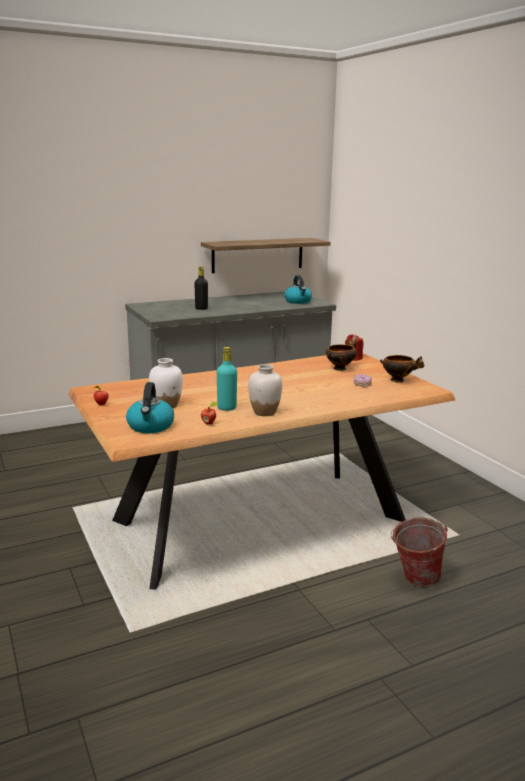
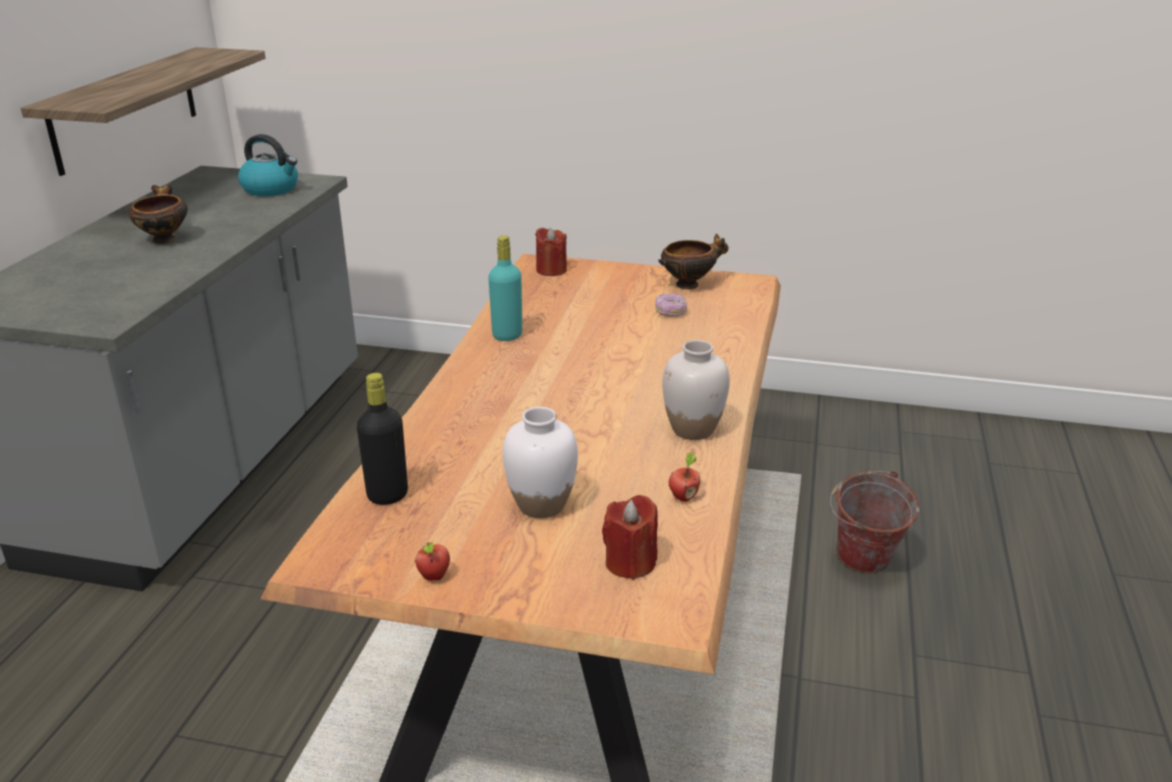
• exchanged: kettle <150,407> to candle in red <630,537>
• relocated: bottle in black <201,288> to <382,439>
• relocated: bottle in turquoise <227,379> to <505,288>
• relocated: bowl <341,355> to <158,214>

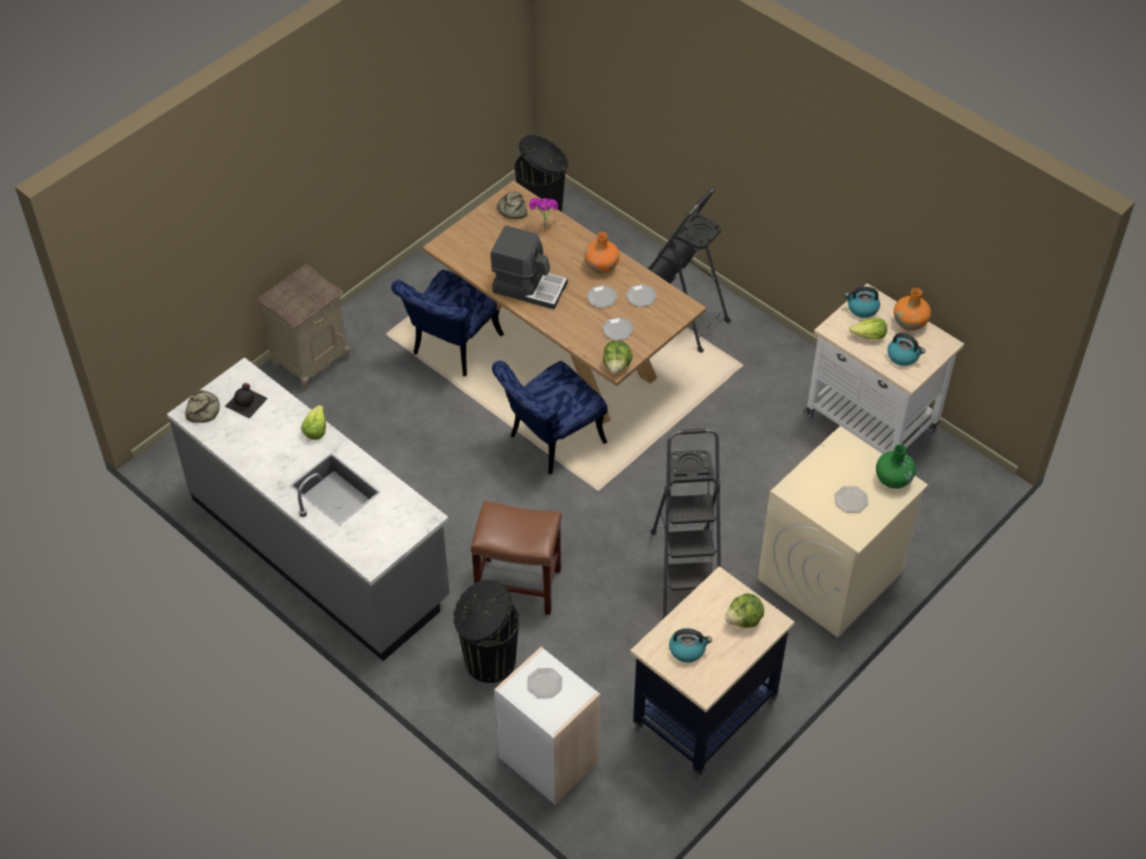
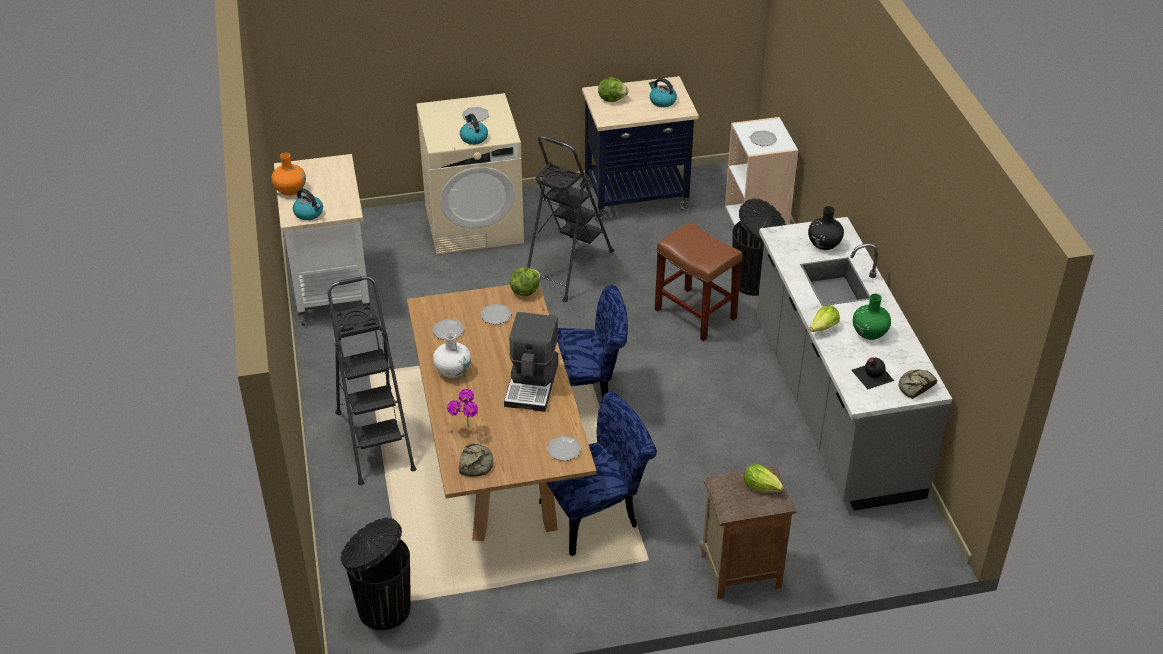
• spun: coffee machine <529,267> = <531,362> 135 degrees counterclockwise
• colour: vase in orange <602,252> to vase in white <452,355>
• relocated: plate <602,296> to <564,448>
• relocated: lettuce <868,328> to <763,478>
• relocated: vase in green <896,467> to <872,317>
• relocated: kettle <906,349> to <474,129>
• appeared: vase in black <826,228>

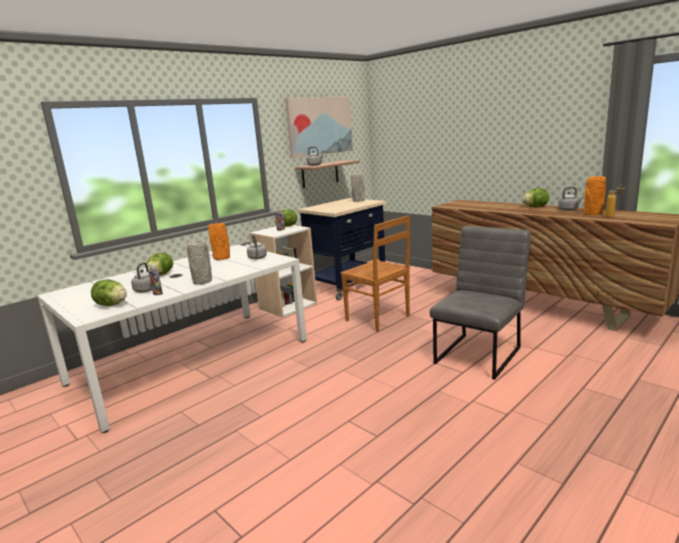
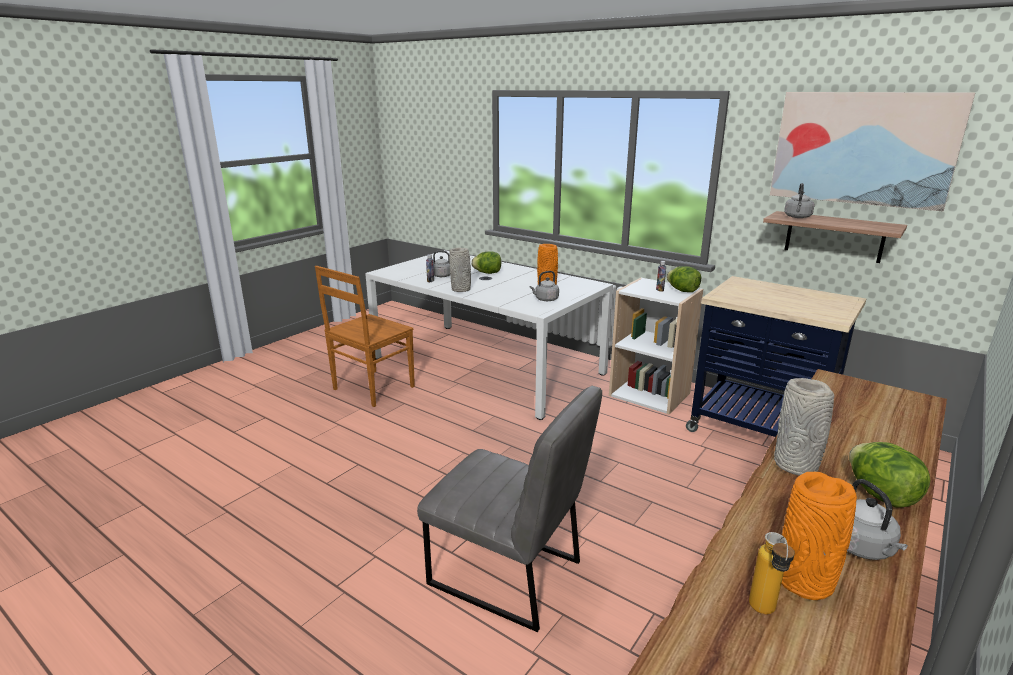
• missing: lettuce <109,292>
• relocated: chair in brown <375,273> to <365,336>
• relocated: vase in grey <358,187> to <804,427>

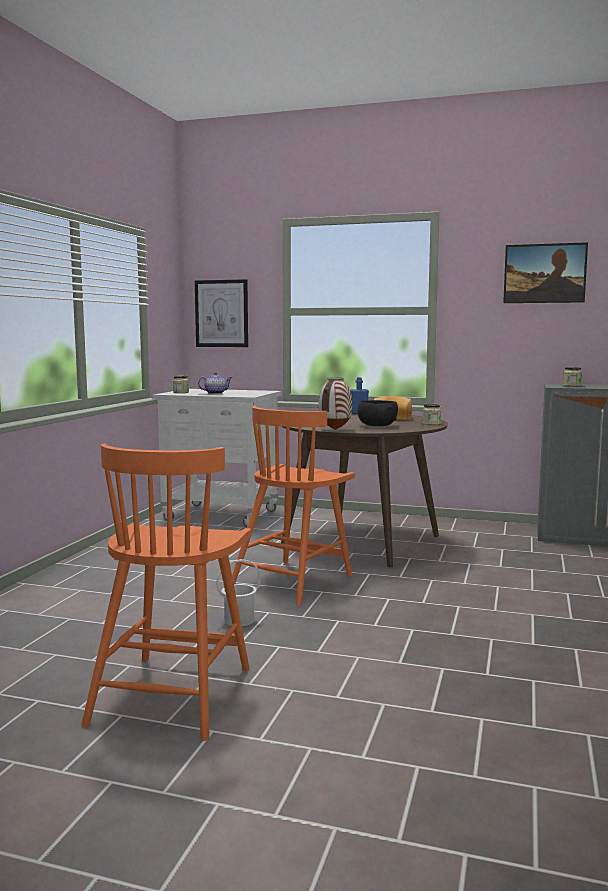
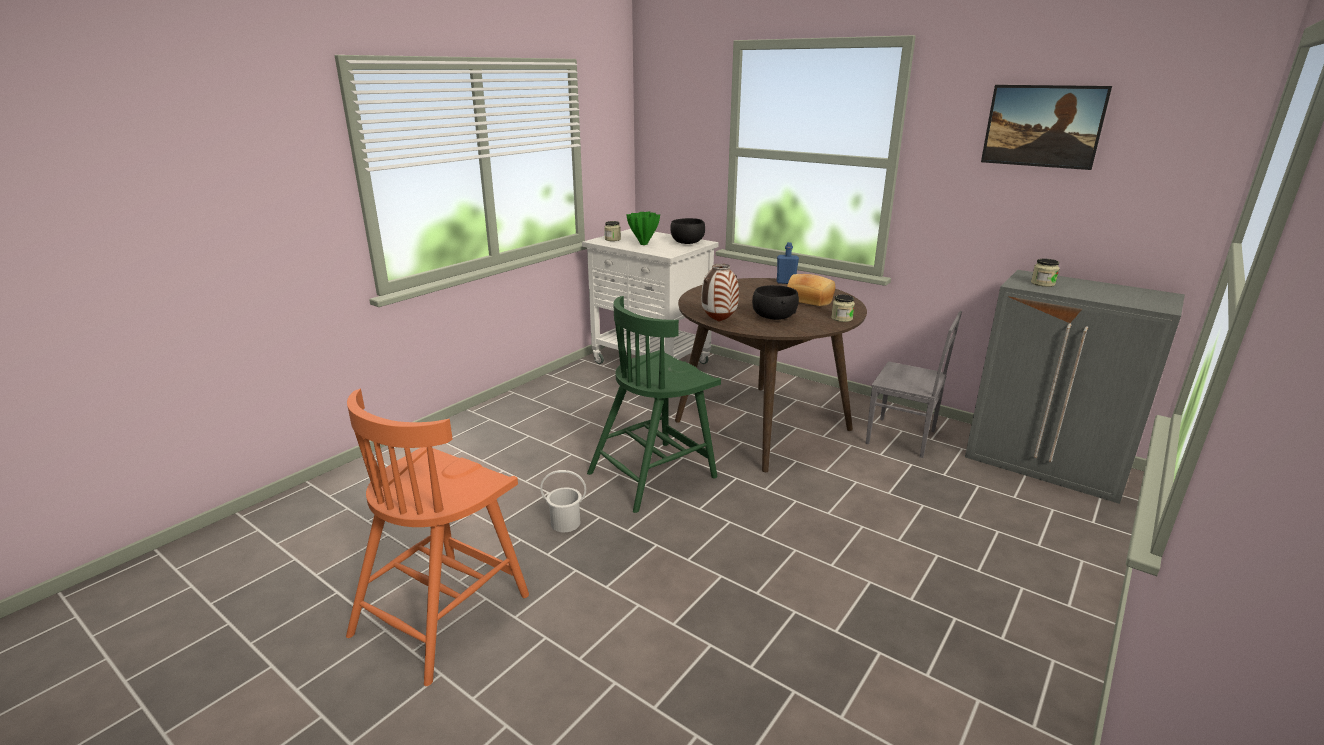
• missing: picture <221,313>
• exchanged: teapot <215,383> to vase in green <643,228>
• colour: chair in orange <293,505> to chair in green <654,404>
• appeared: bowl in black <687,231>
• appeared: chair in grey <914,384>

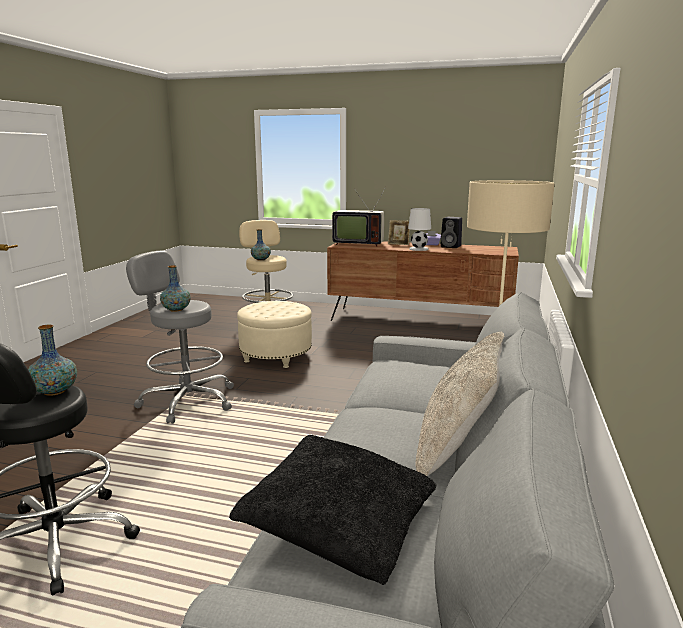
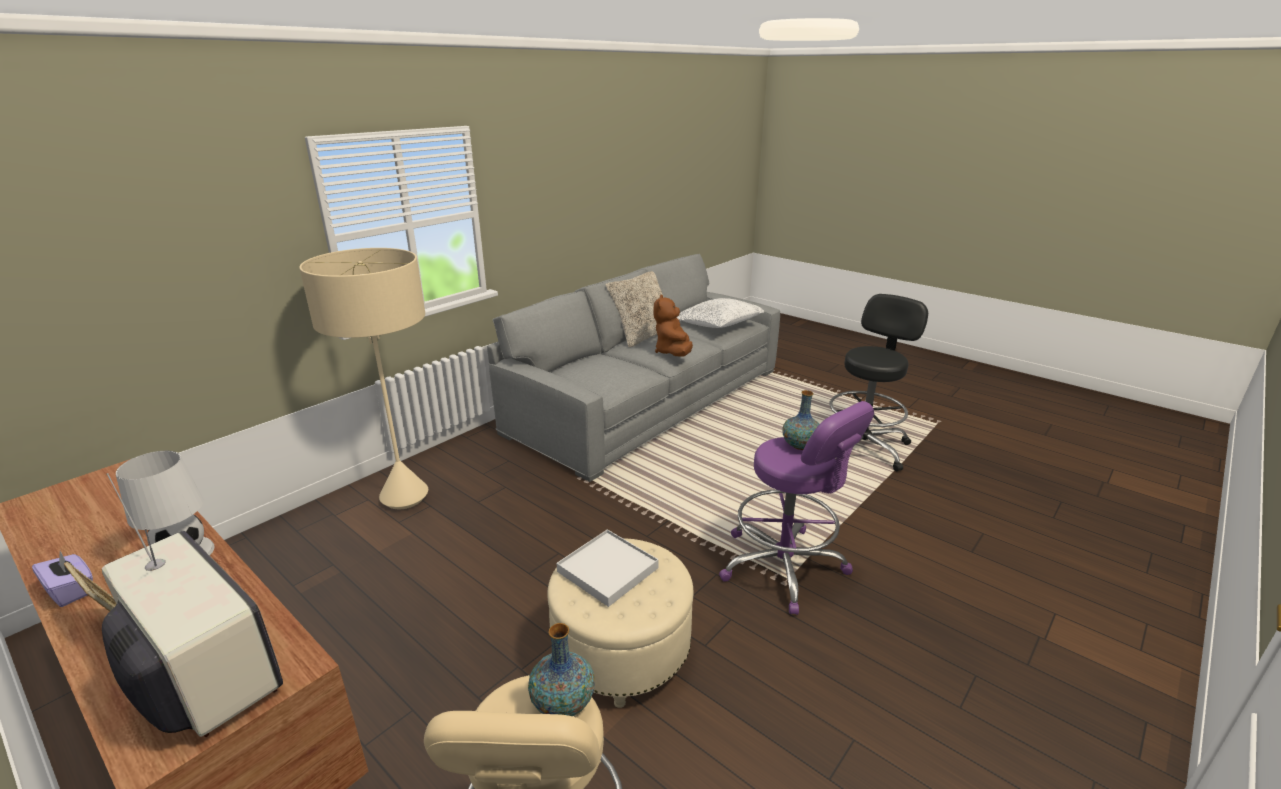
• missing: vase <52,360>
• colour: stool in grey <180,337> to stool in purple <796,508>
• colour: pillow in black <333,510> to pillow in white <720,313>
• missing: speaker in black <451,232>
• appeared: tray in white <607,568>
• appeared: plush toy in brown <673,326>

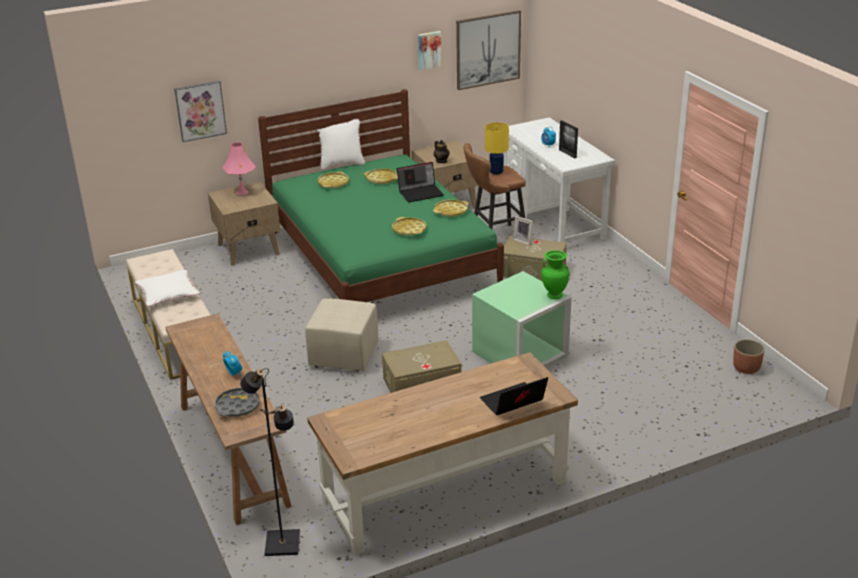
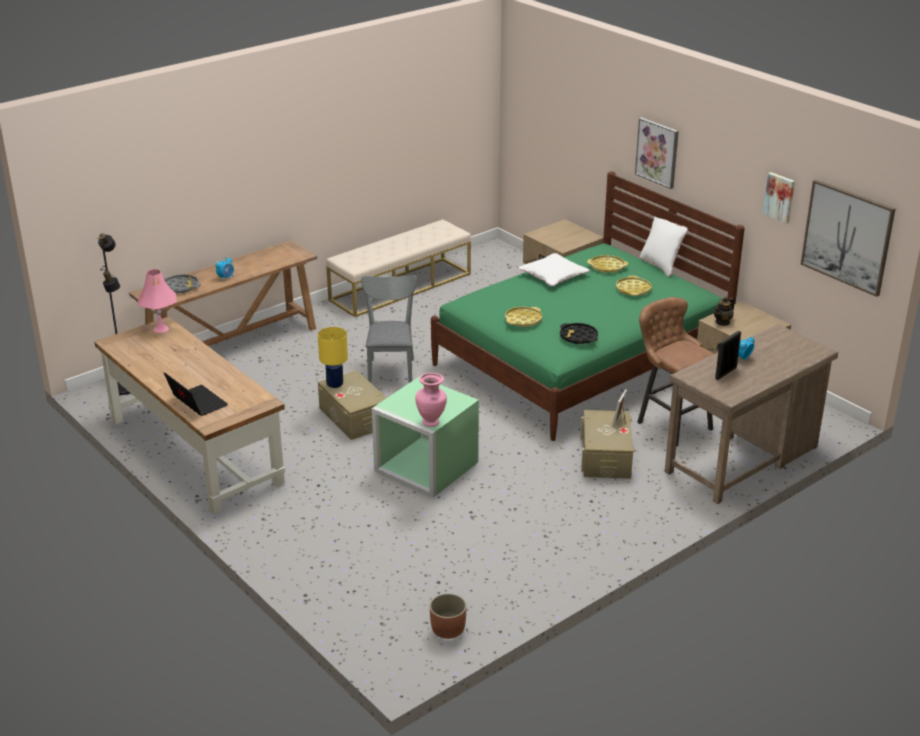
• relocated: pillow in white <167,288> to <554,269>
• relocated: picture <200,111> to <657,153>
• relocated: table lamp in pink <239,168> to <157,301>
• exchanged: ottoman in beige <342,335> to chair in grey <389,329>
• missing: laptop <420,182>
• colour: tray in yellow <451,208> to tray in black <579,333>
• relocated: table lamp in yellow <497,148> to <333,357>
• colour: desk in white <559,179> to desk in brown <751,414>
• colour: vase in green <555,274> to vase in pink <431,400>

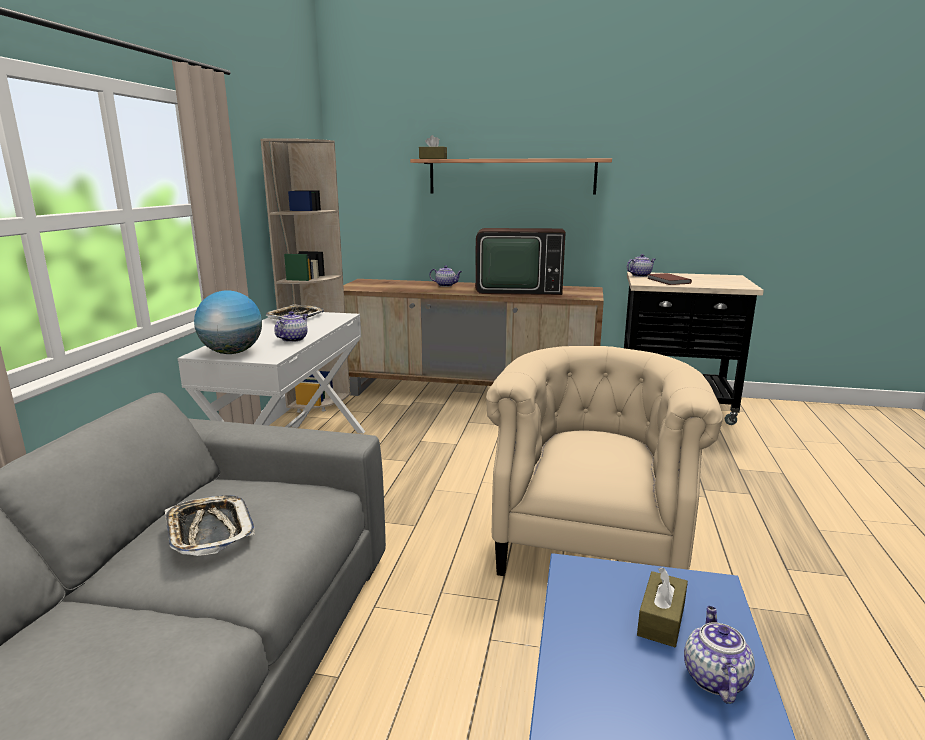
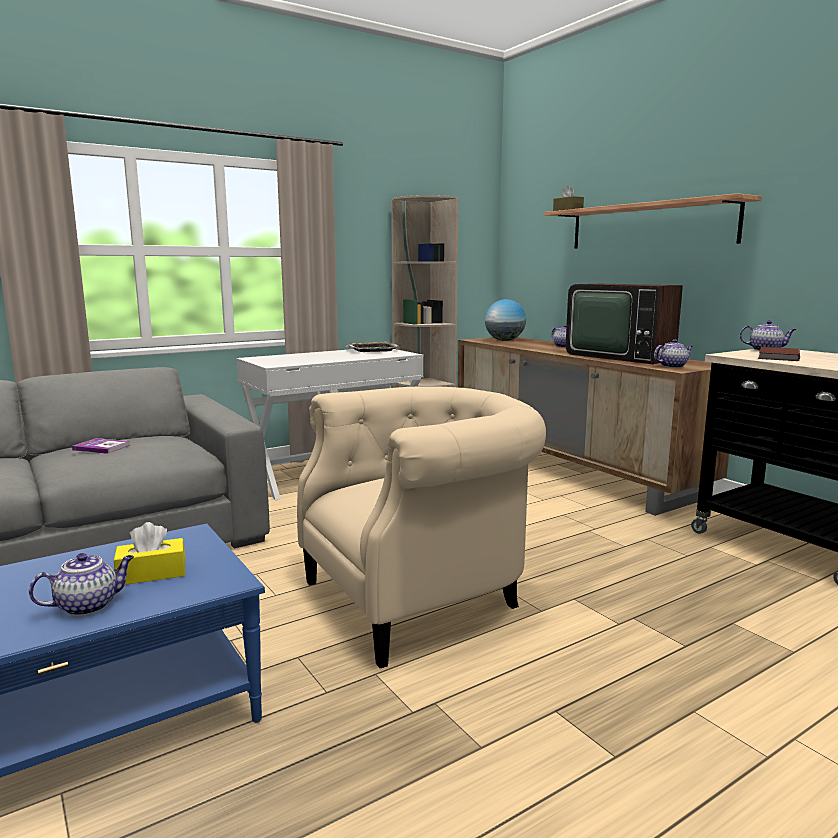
• exchanged: tray <210,525> to book <101,446>
• relocated: globe <228,322> to <505,320>
• relocated: teapot <291,326> to <673,353>
• colour: tissue box in brown <662,607> to tissue box in yellow <149,553>

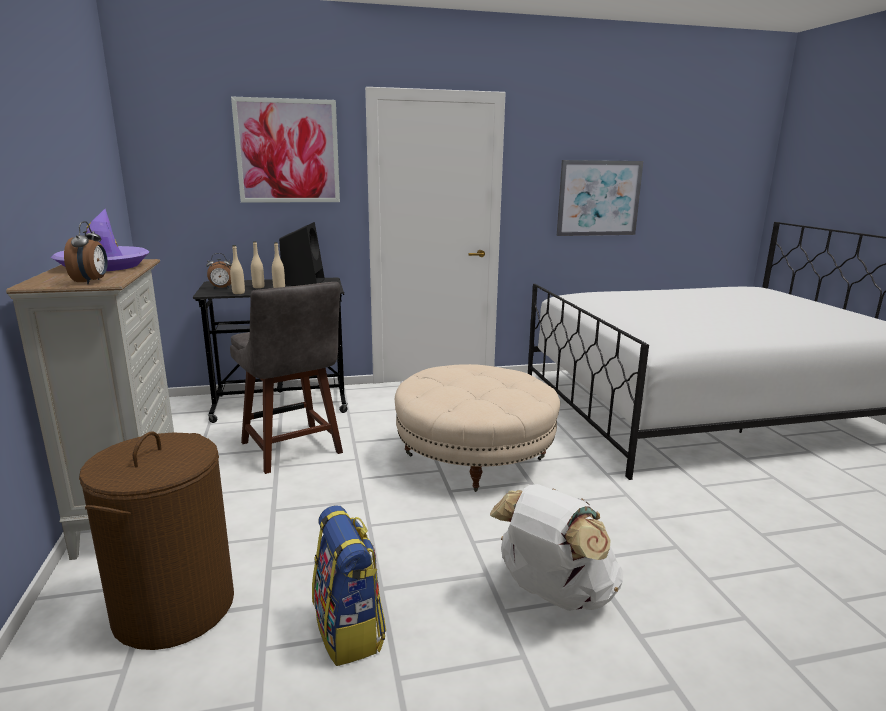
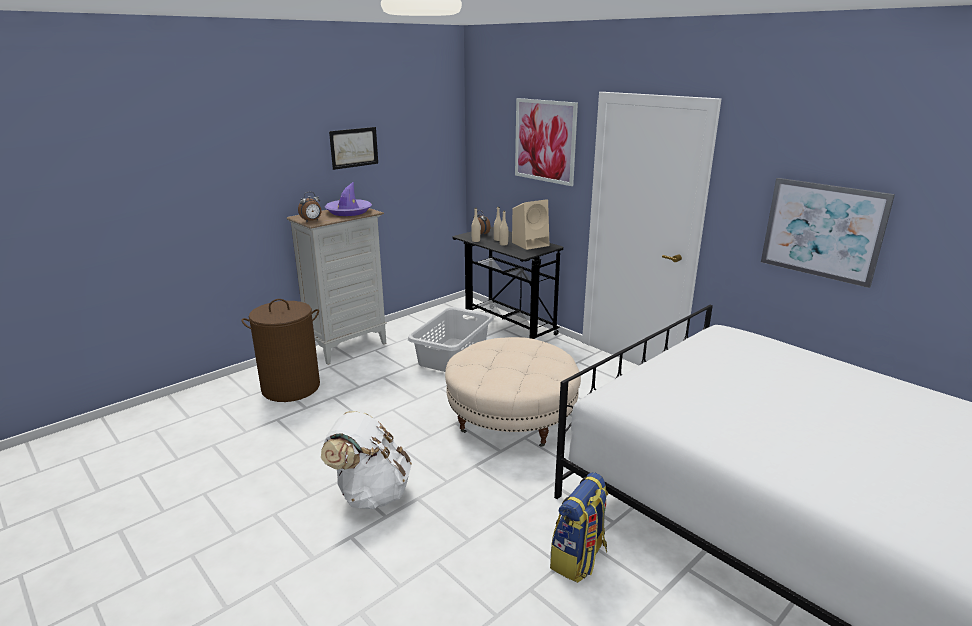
• exchanged: stool in grey <286,378> to laundry basket in grey <451,339>
• colour: speaker in black <302,254> to speaker in beige <530,224>
• relocated: backpack <349,586> to <579,527>
• appeared: picture <353,148>

